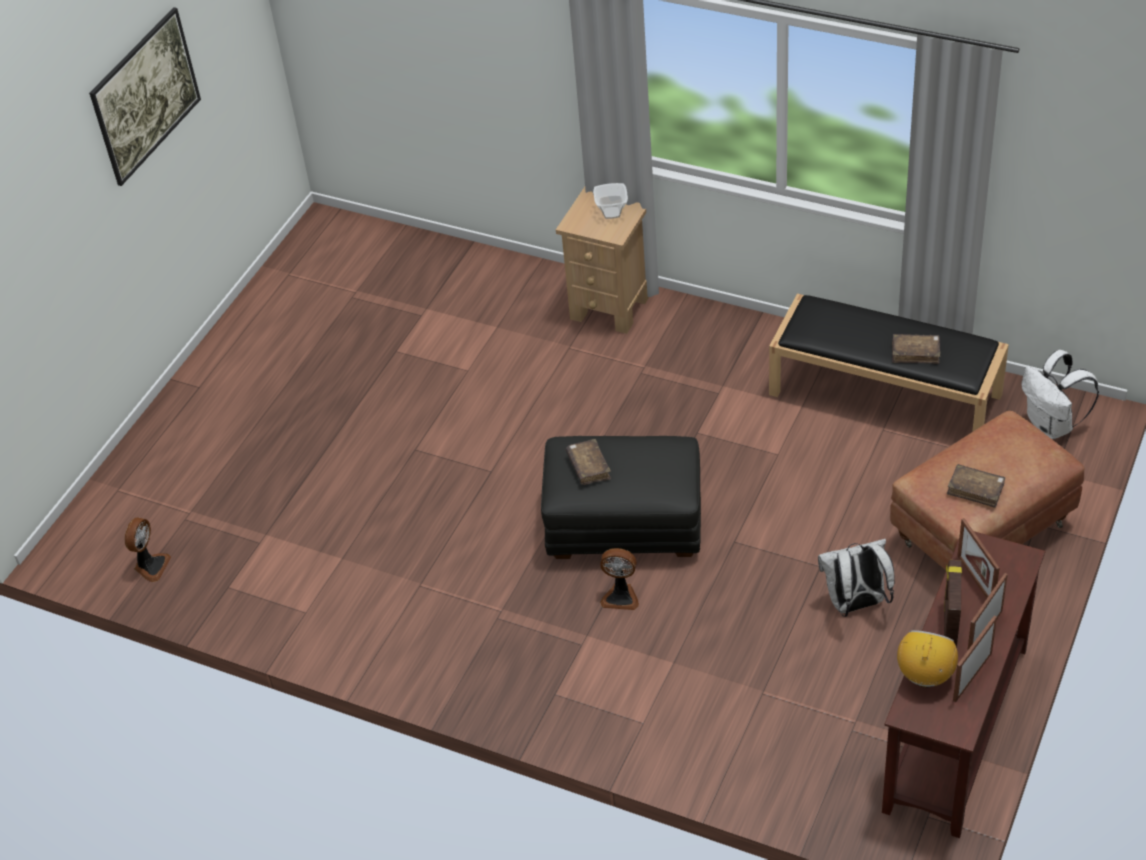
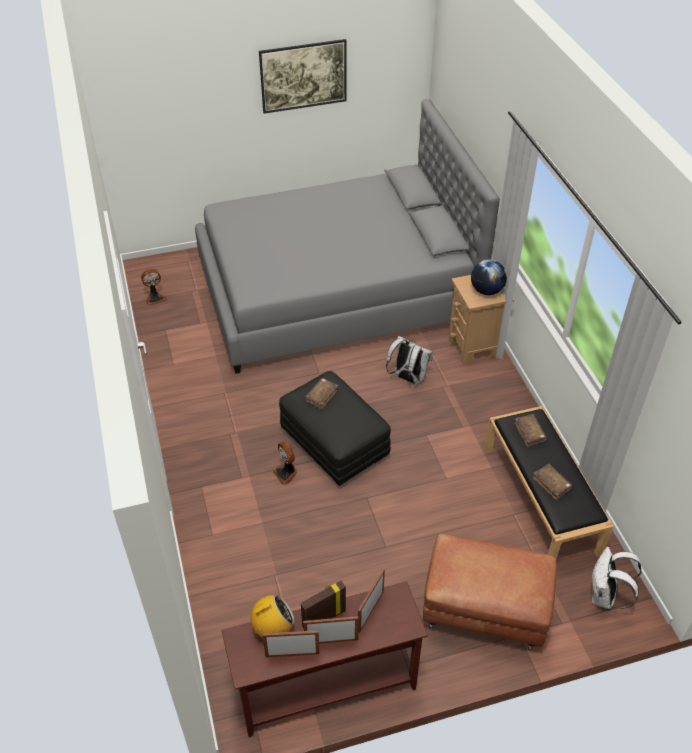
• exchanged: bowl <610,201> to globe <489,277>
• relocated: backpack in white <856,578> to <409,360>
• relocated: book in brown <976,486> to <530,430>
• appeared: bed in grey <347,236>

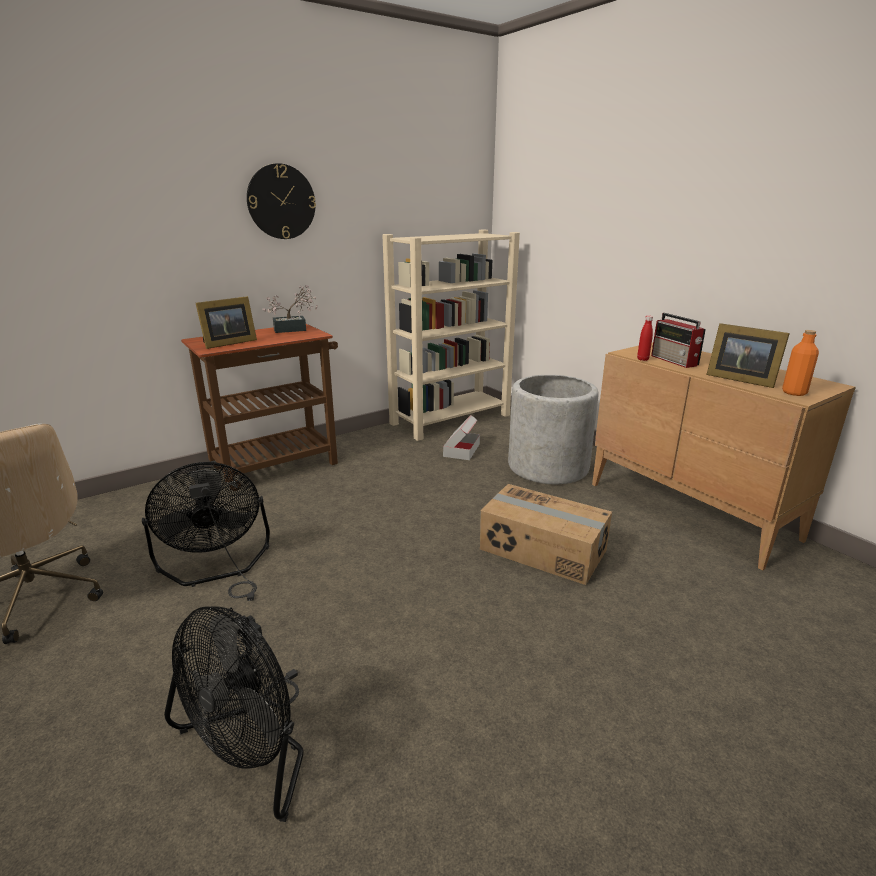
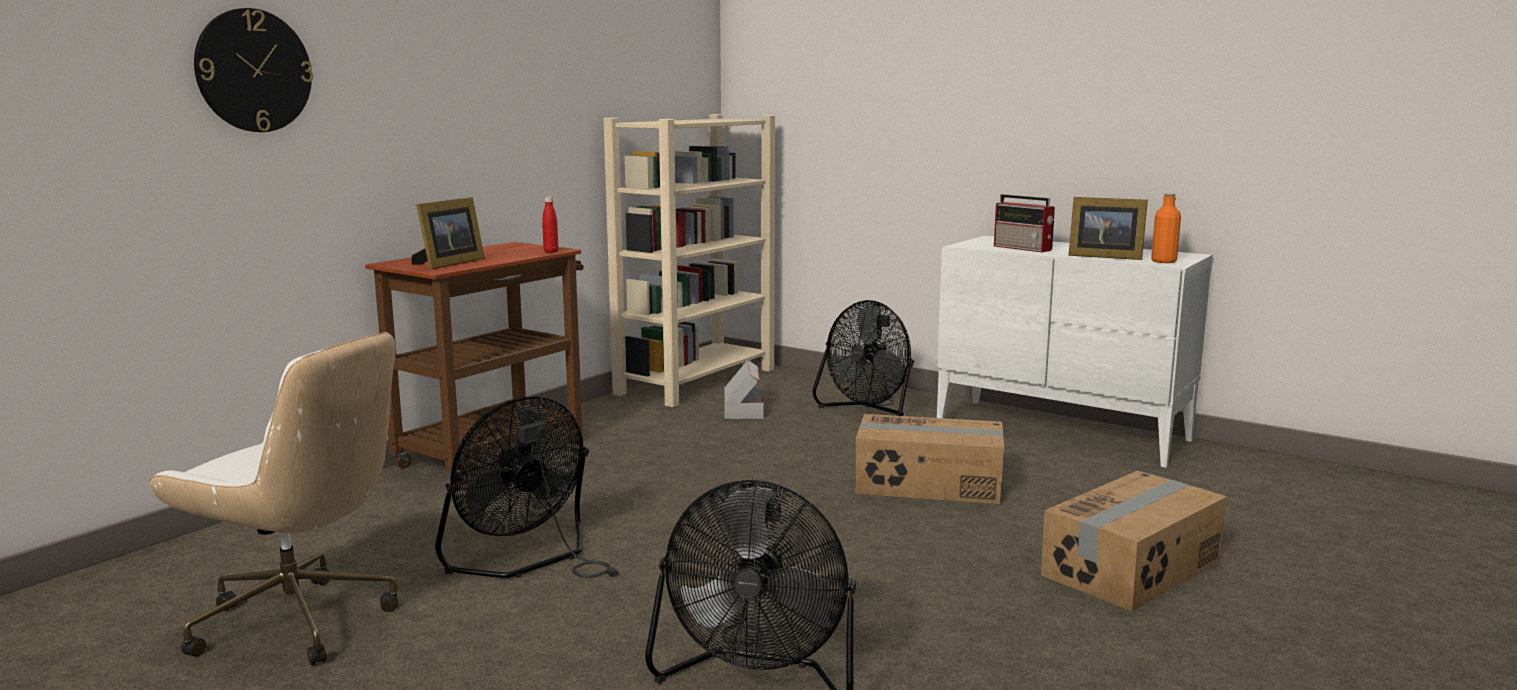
• relocated: wall clock <281,201> to <253,70>
• missing: potted plant <290,309>
• exchanged: planter in grey <553,429> to fan in black <863,358>
• colour: cabinet in brown <724,456> to cabinet in white <1075,352>
• relocated: bottle in red <645,338> to <550,224>
• appeared: cardboard box <1134,541>

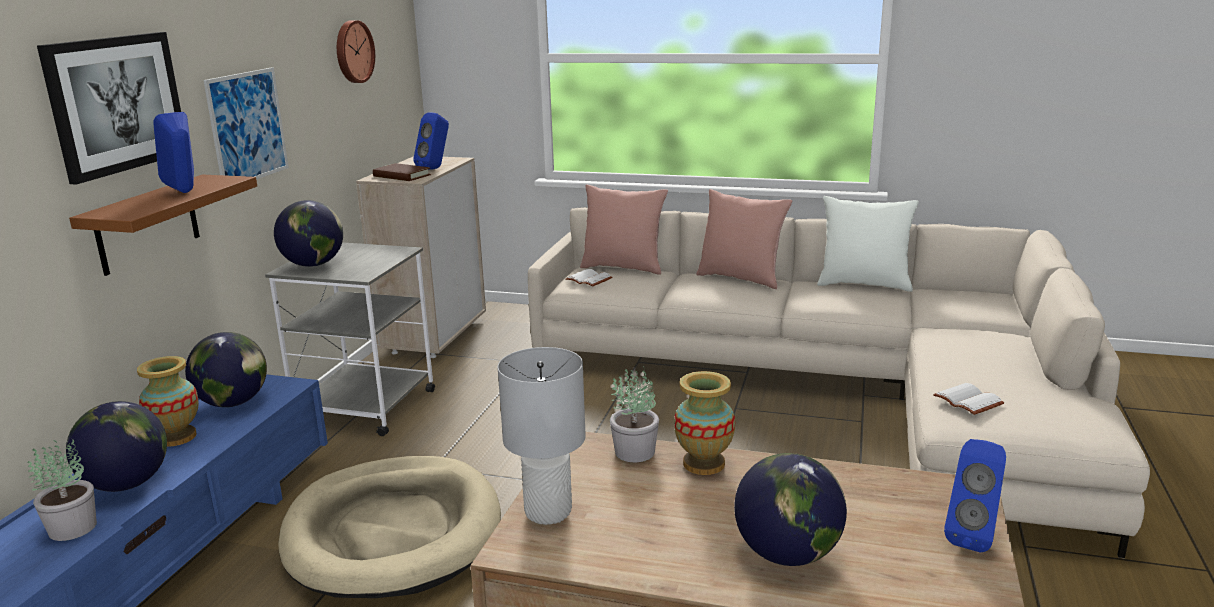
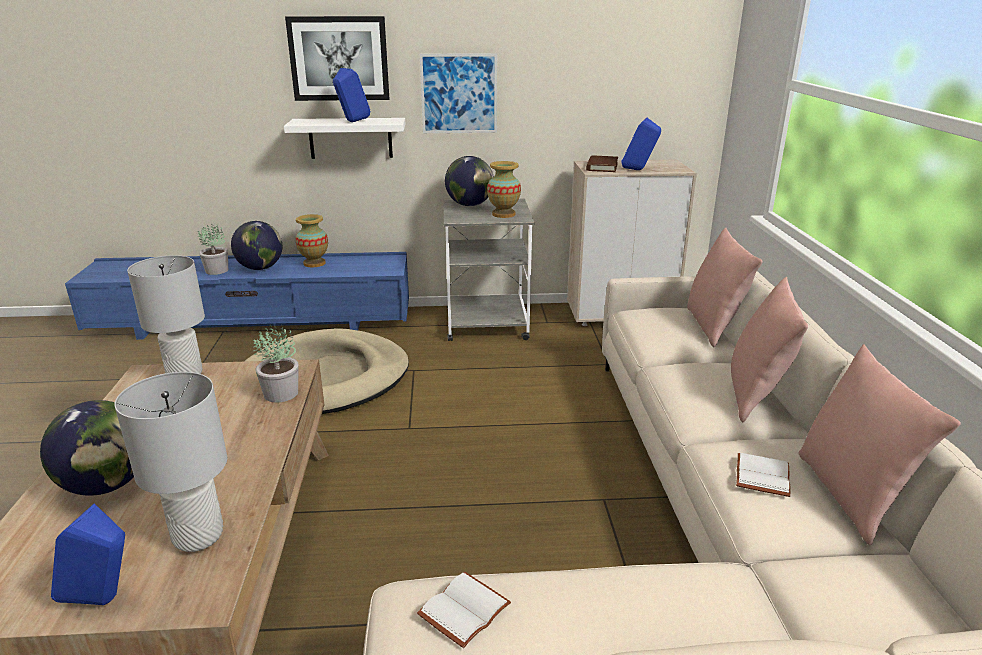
• colour: shelf in brown <163,225> to shelf in white <344,138>
• missing: globe <226,369>
• missing: wall clock <356,51>
• relocated: book in white <589,277> to <763,475>
• relocated: vase <705,423> to <504,189>
• colour: pillow in white <868,244> to pillow in pink <879,444>
• appeared: table lamp in grey <170,462>

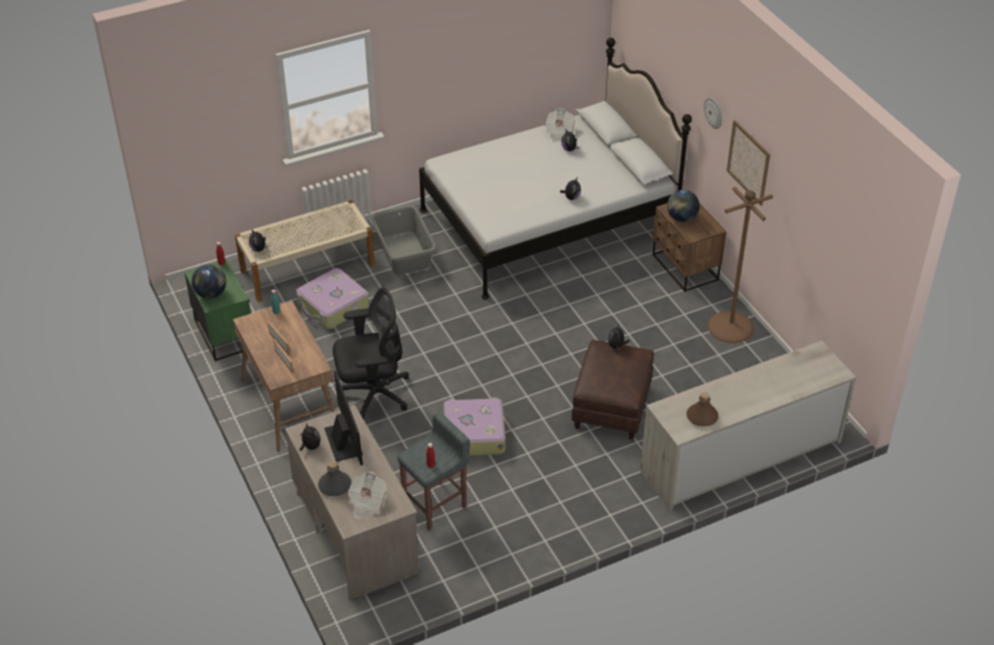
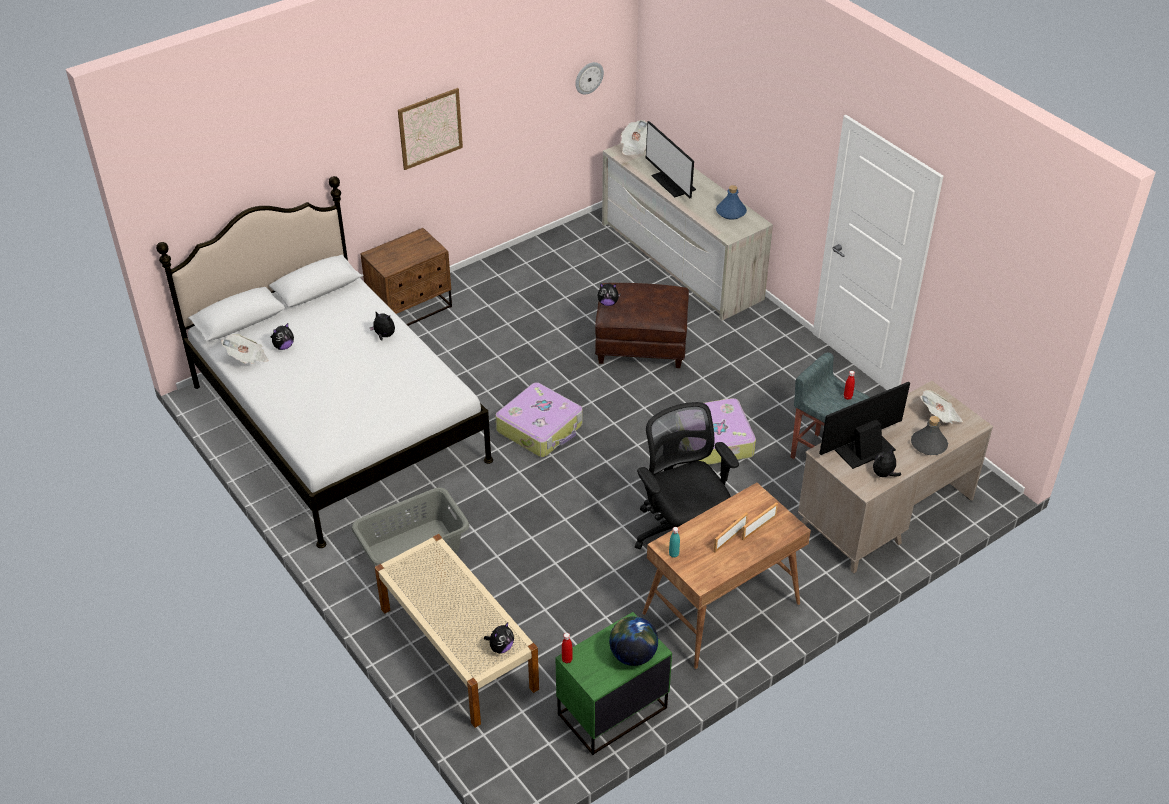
• relocated: suitcase <332,298> to <539,419>
• missing: globe <683,206>
• colour: bottle in brown <702,409> to bottle in blue <731,202>
• relocated: wall clock <713,113> to <589,78>
• missing: clothes rack in brown <740,265>
• appeared: newspaper <633,137>
• appeared: monitor <671,160>

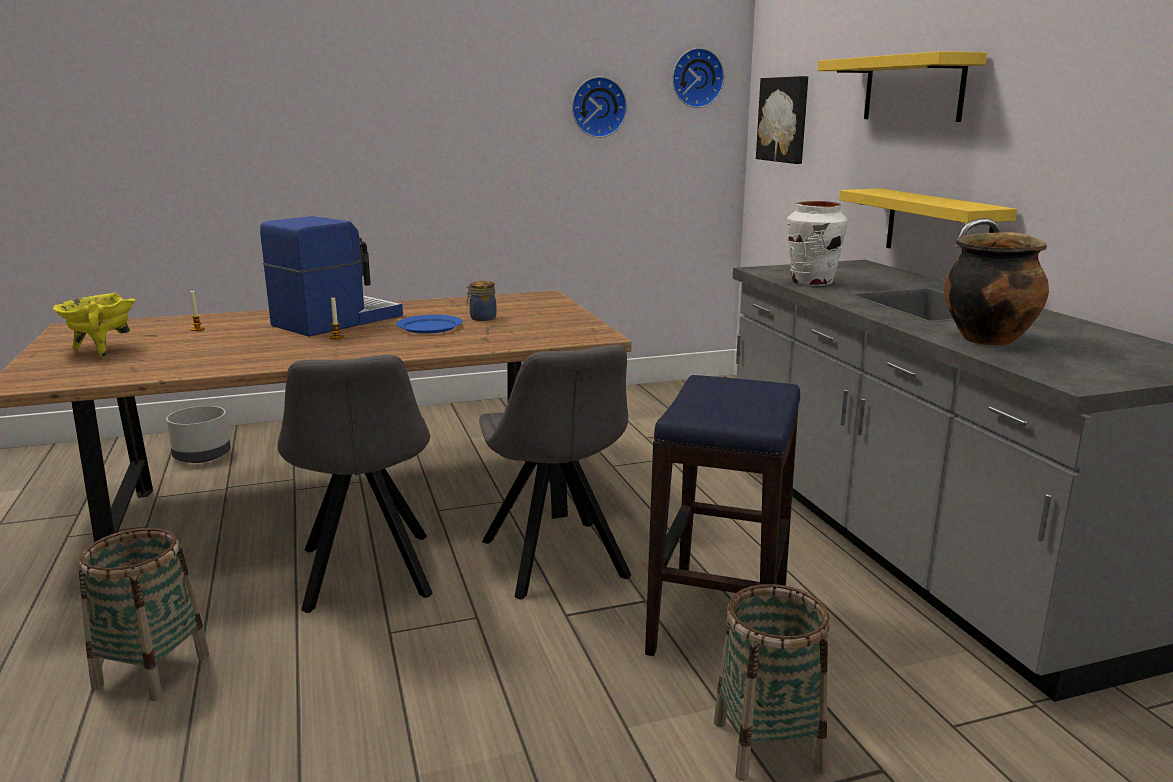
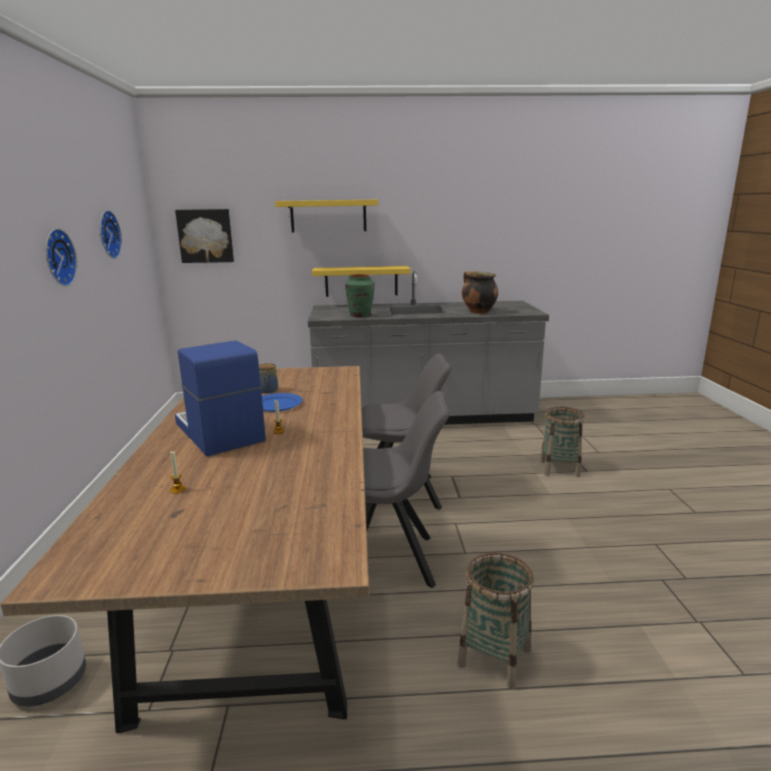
• missing: cooking pot in yellow <94,325>
• missing: stool <722,515>
• relocated: wall clock <698,78> to <61,257>
• colour: vase in white <817,243> to vase in green <360,296>

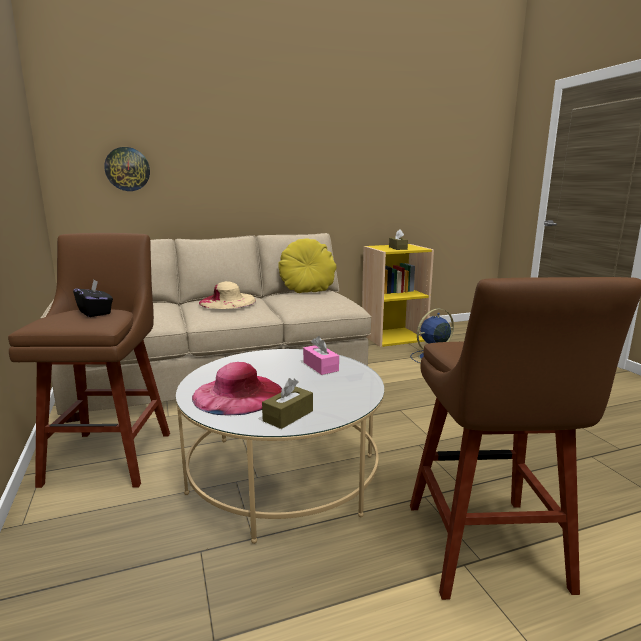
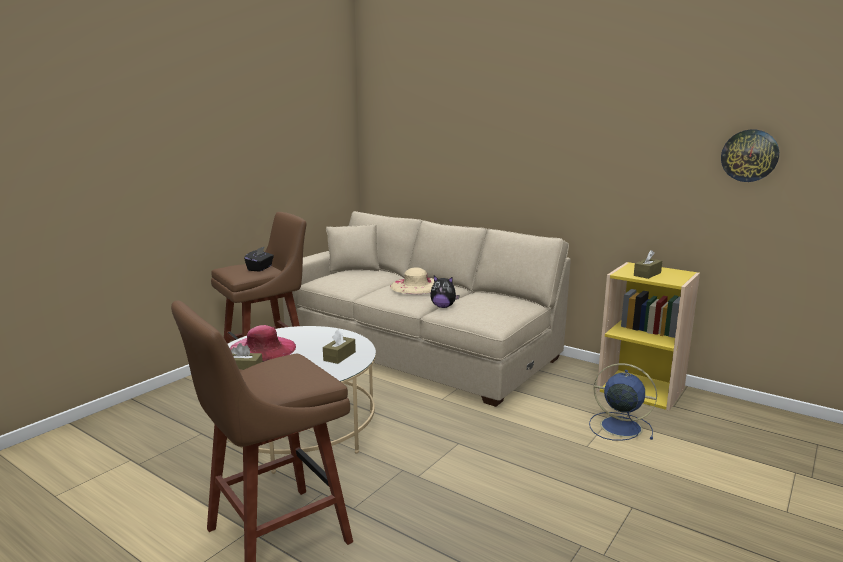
• relocated: wall clock <127,169> to <750,155>
• missing: pillow in yellow <307,265>
• colour: tissue box in pink <321,355> to tissue box in brown <339,347>
• appeared: plush toy <445,292>

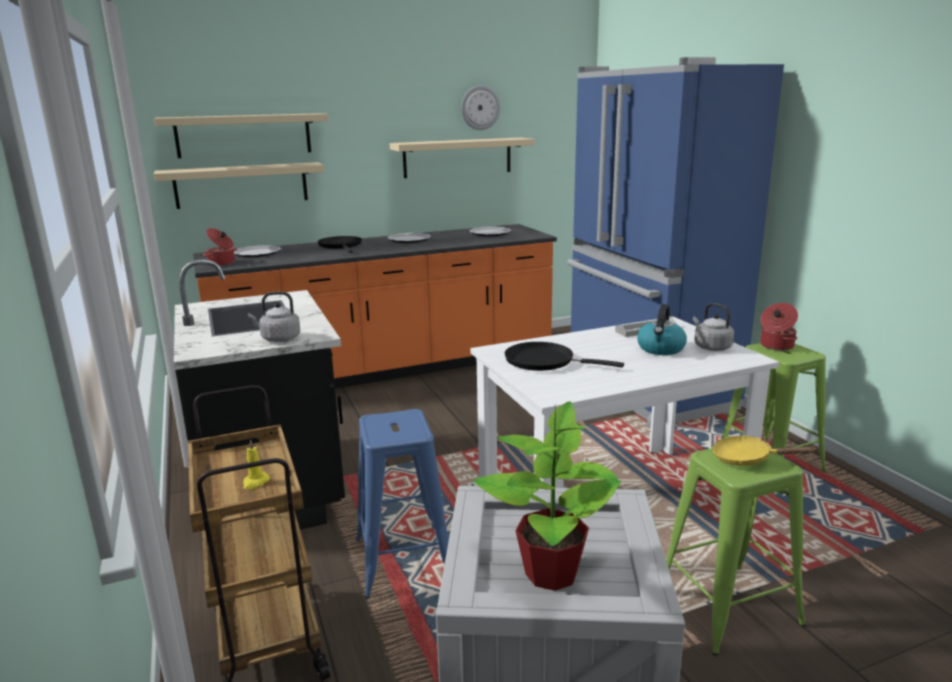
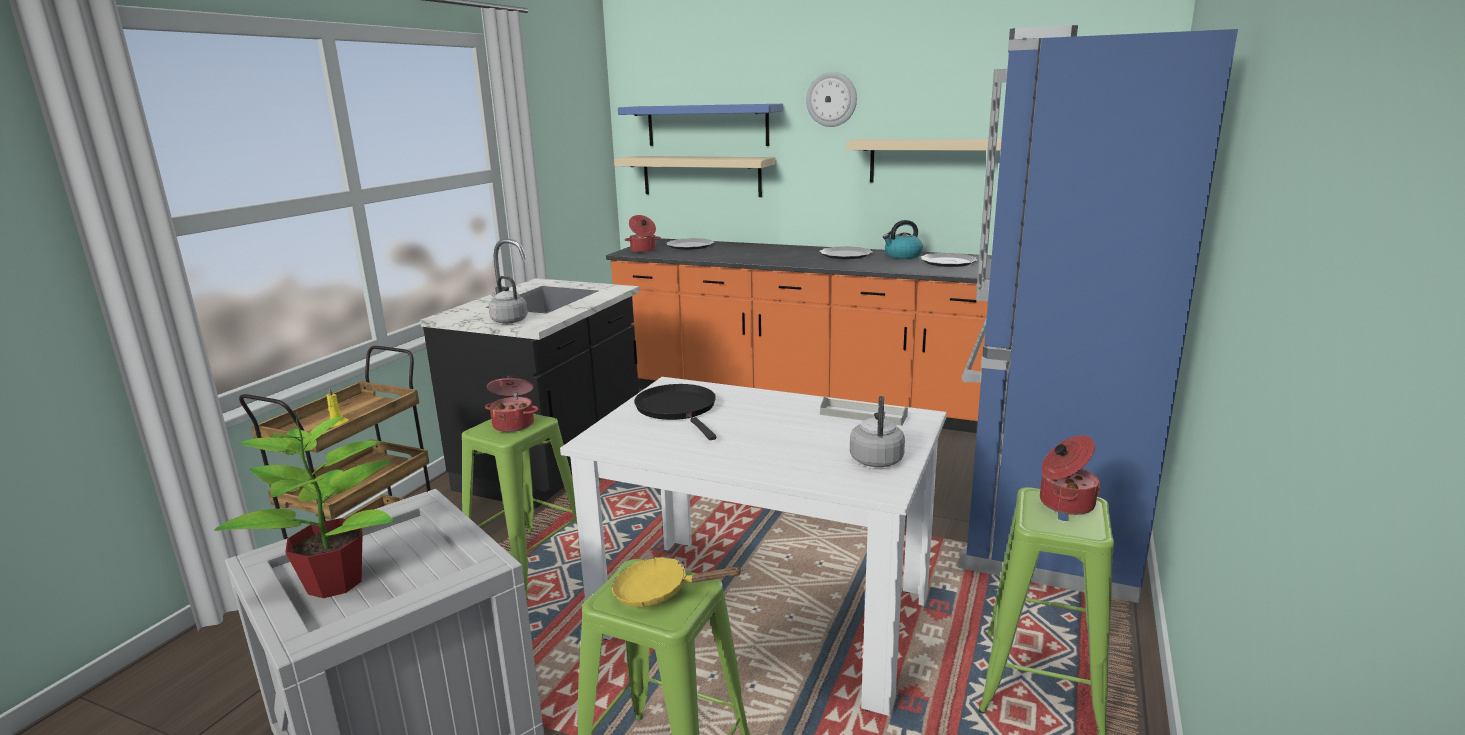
• colour: shelf in beige <241,135> to shelf in blue <700,125>
• missing: frying pan in black <339,244>
• colour: stool in blue <402,504> to stool in green <520,507>
• relocated: wall clock <481,107> to <831,99>
• relocated: kettle <662,329> to <903,239>
• spun: frying pan in yellow <765,450> = <677,582> 60 degrees counterclockwise
• appeared: cooking pot <511,403>

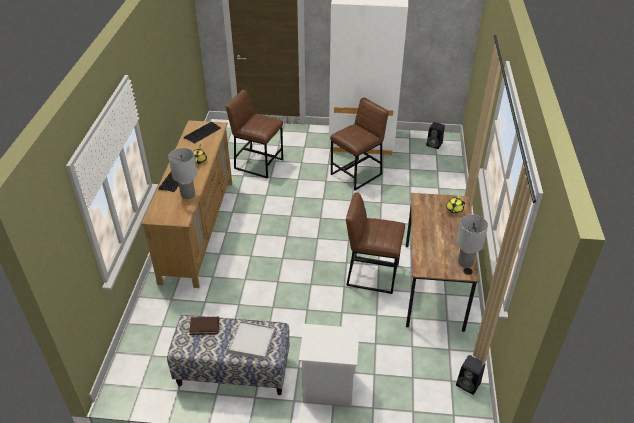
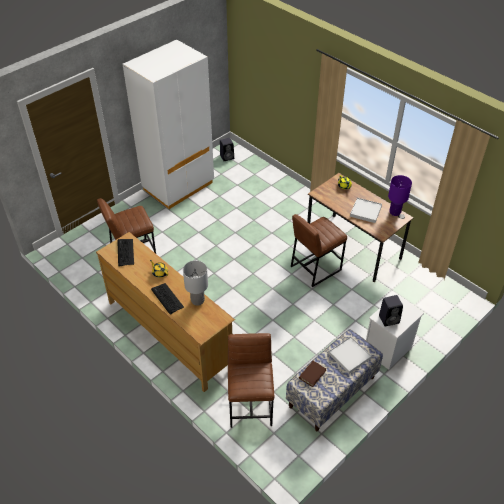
• relocated: chair in brown <359,144> to <251,380>
• colour: table lamp in grey <472,241> to table lamp in purple <400,195>
• relocated: speaker in black <470,375> to <391,310>
• appeared: tray in white <366,210>

